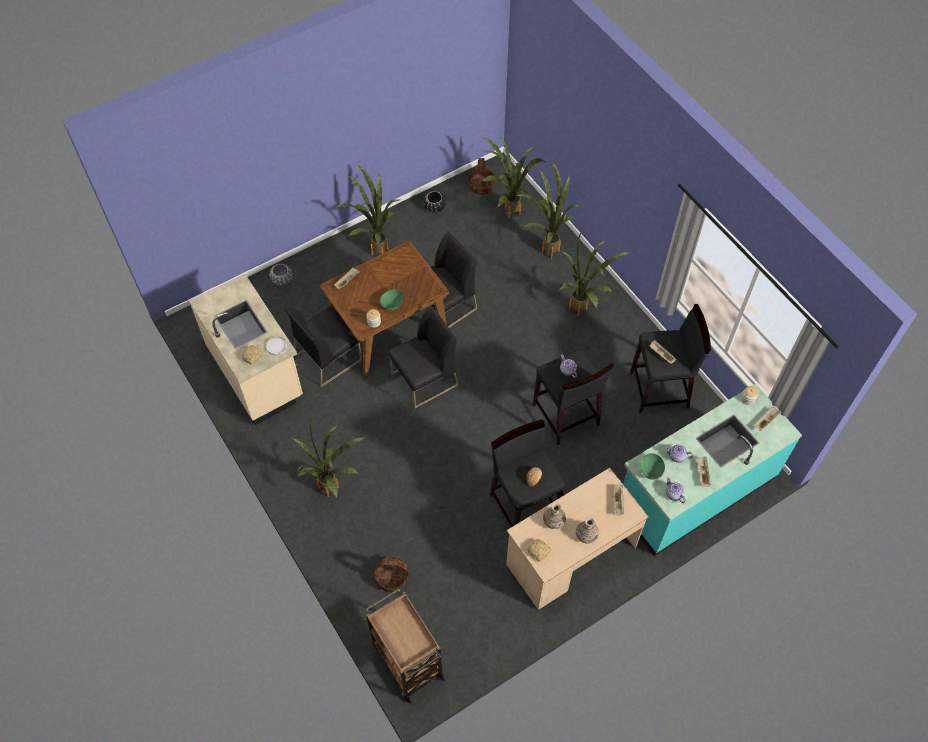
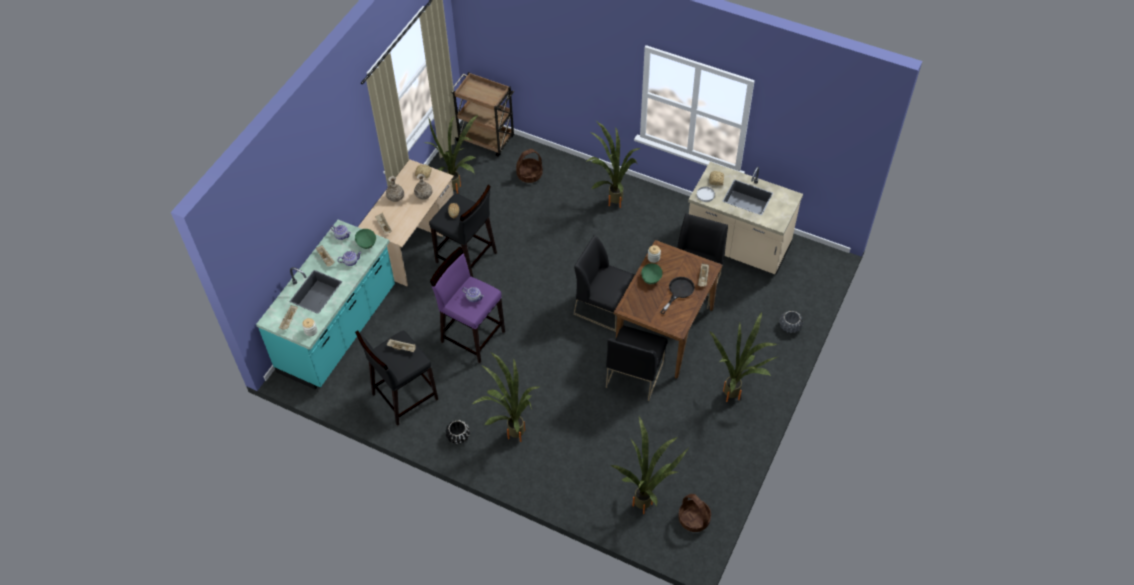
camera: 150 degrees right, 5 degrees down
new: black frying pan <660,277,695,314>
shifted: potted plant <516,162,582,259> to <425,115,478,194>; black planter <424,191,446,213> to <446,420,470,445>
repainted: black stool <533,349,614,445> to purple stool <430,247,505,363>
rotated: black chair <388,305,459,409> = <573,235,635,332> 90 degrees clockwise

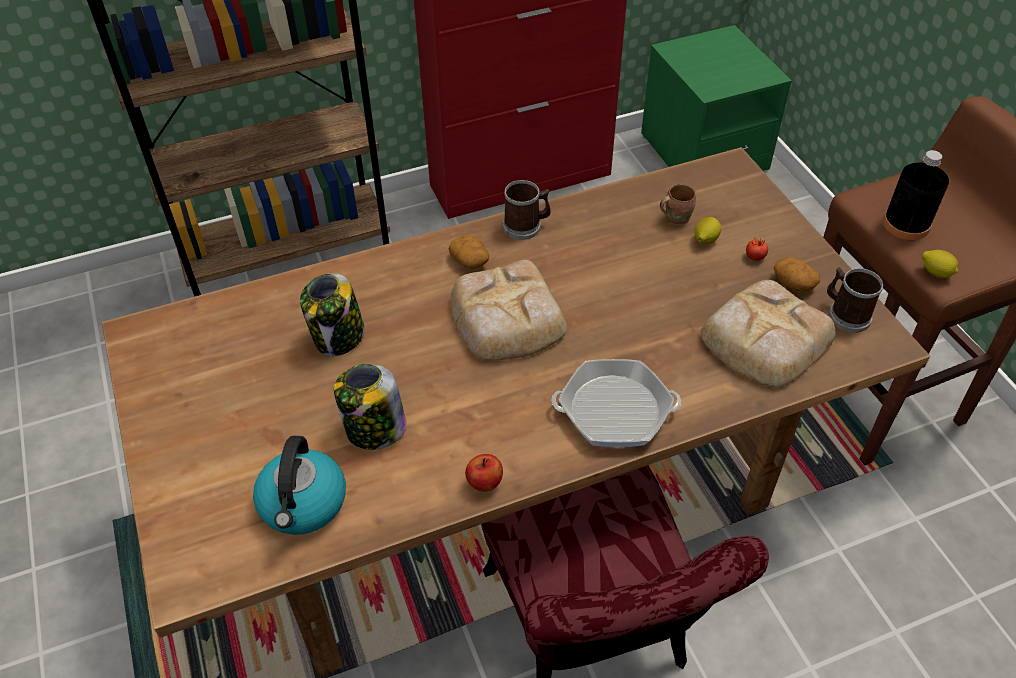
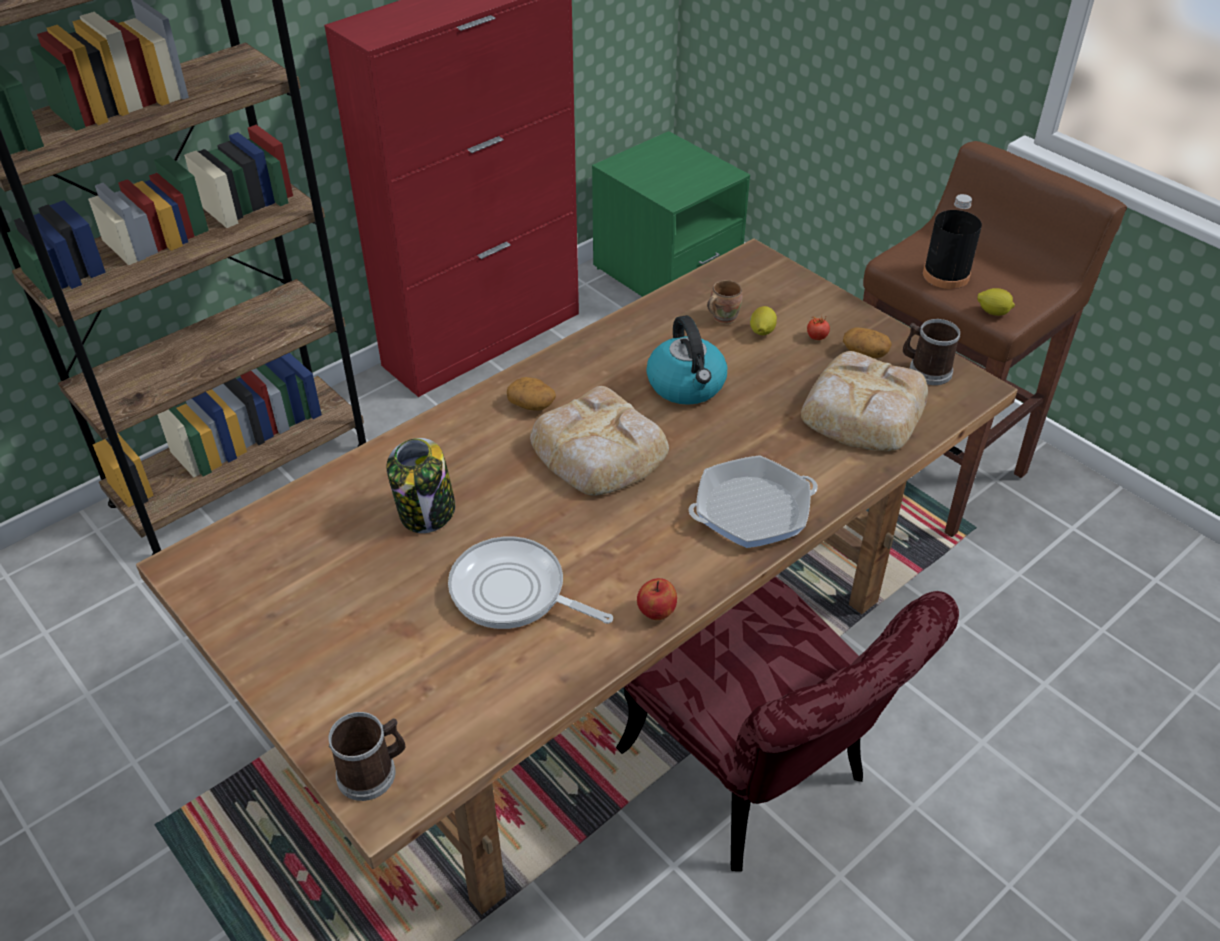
camera: 20 degrees left, 5 degrees down
shifted: mug <503,180,551,240> to <329,712,406,801>; kettle <253,436,346,535> to <646,315,727,405>
swapped: jar <334,364,406,450> to frying pan <448,537,613,629>

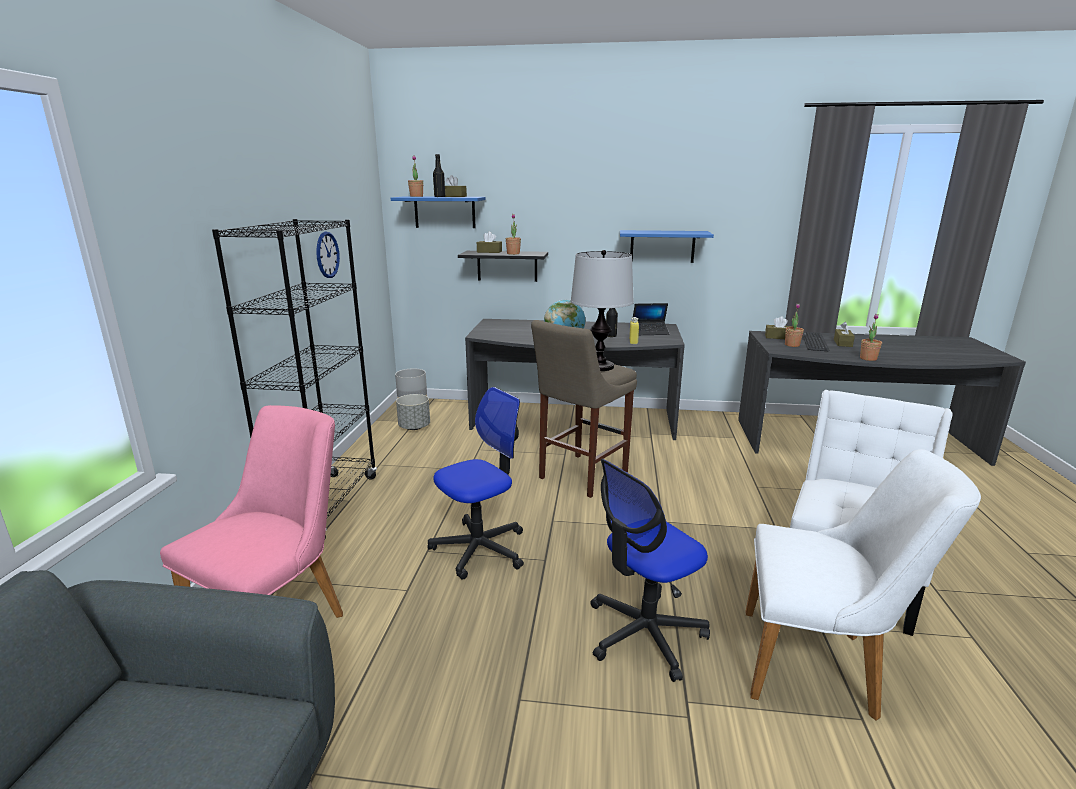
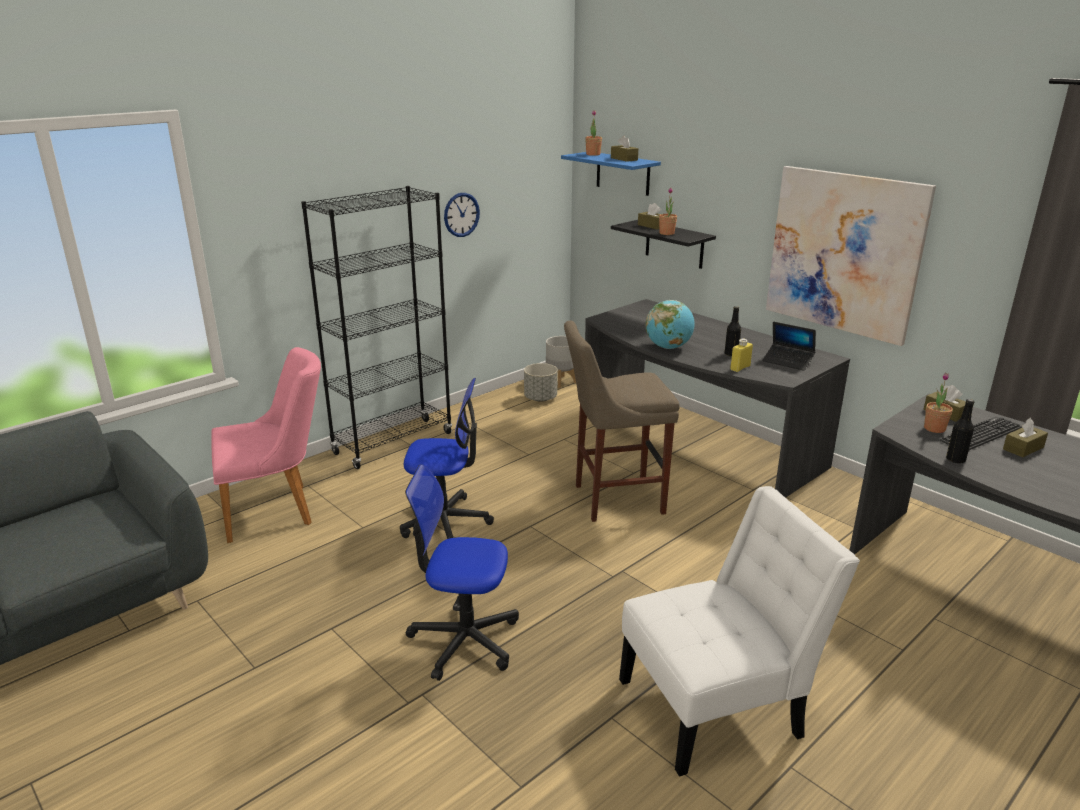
camera: 40 degrees right, 5 degrees up
gone: table lamp <571,250,634,371>; potted plant <860,314,882,361>; white chair <746,449,981,720>
shifted: black bottle <433,154,445,197> to <946,399,974,463>
swapped: blue shelf <620,230,714,263> to picture <766,166,936,346>

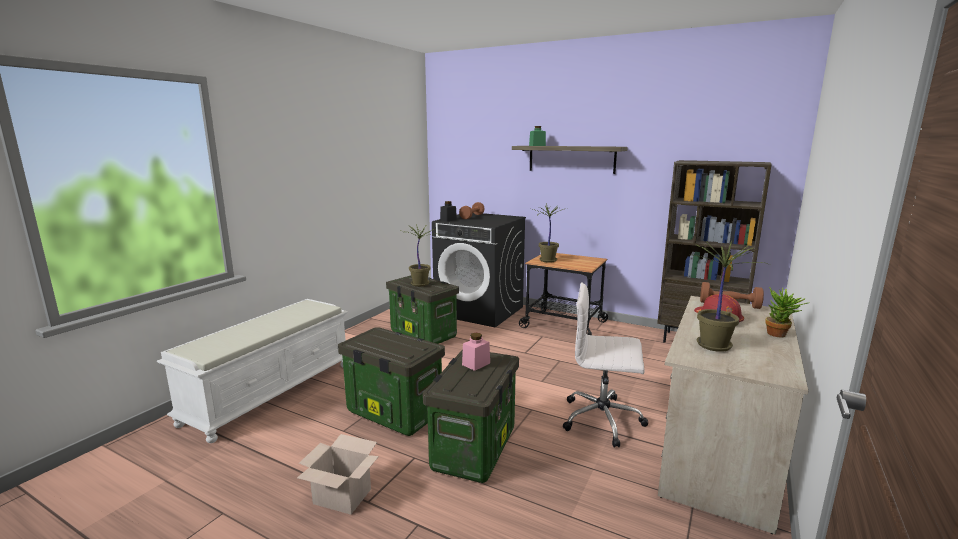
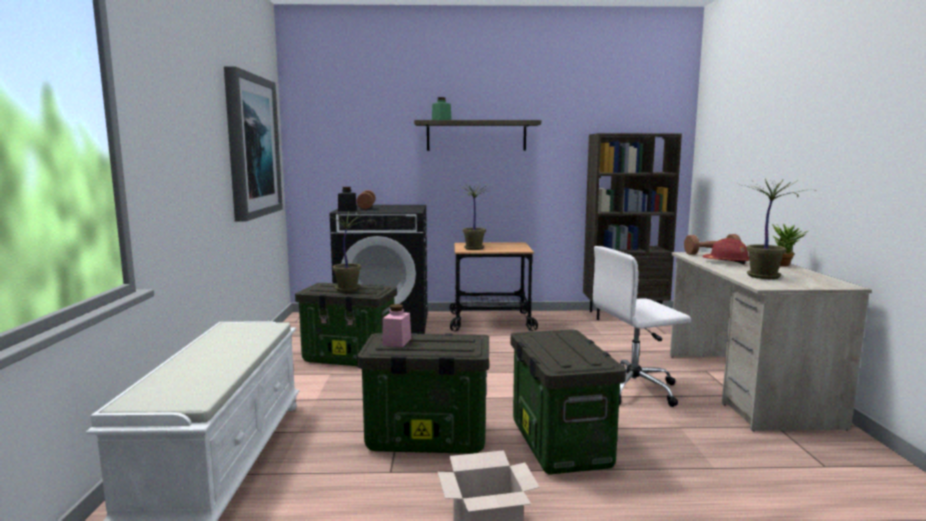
camera: 30 degrees left, 5 degrees down
new: picture <224,66,283,222>
shifted: pink jar <462,333,490,371> to <382,304,411,347>

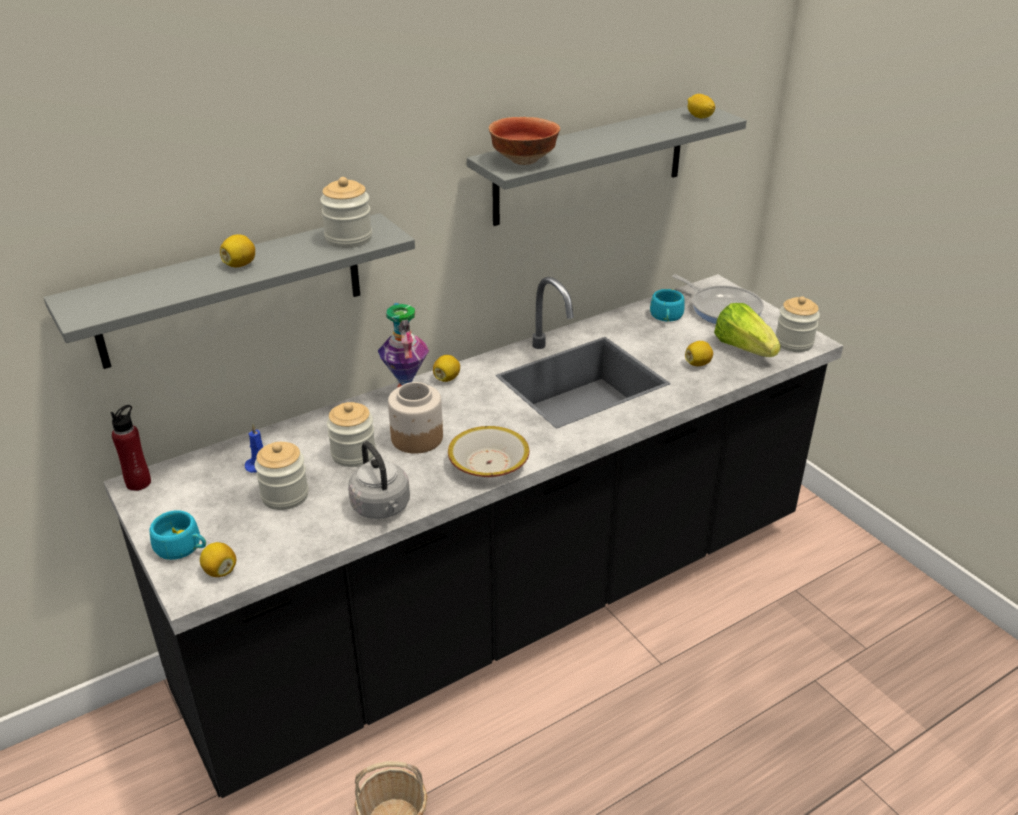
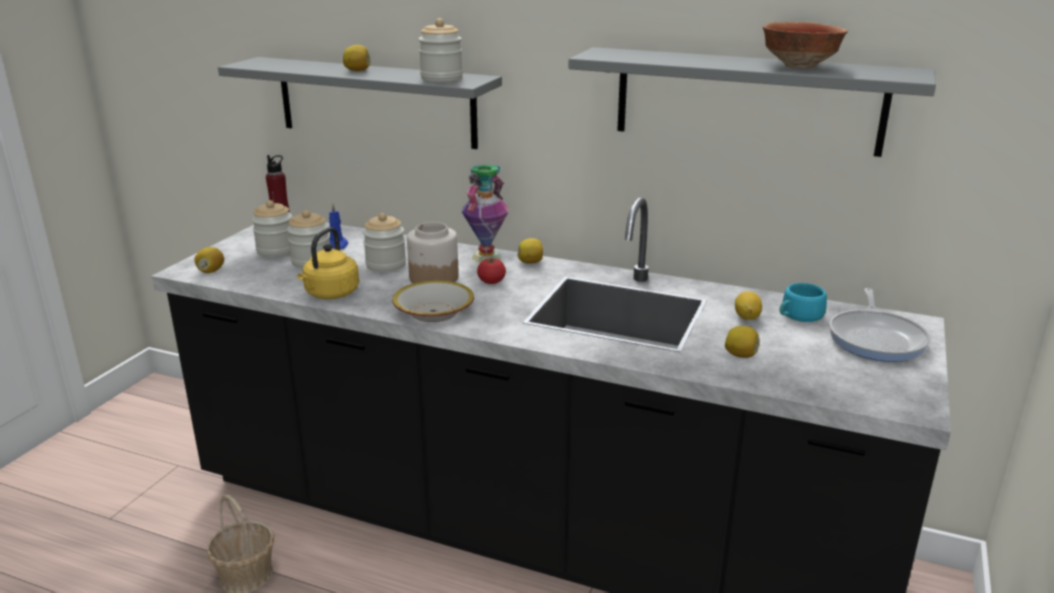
camera: 55 degrees right, 10 degrees down
gone: lettuce <714,303,781,357>; turquoise cup <149,510,206,560>
new: tomato <477,257,506,284>
shifted: lemon <688,94,715,119> to <735,291,762,320>; bowl <489,117,560,165> to <763,22,848,68>; jar <775,297,820,352> to <251,200,292,257>
repainted: grey kettle <348,441,410,519> to yellow kettle <297,227,359,299>

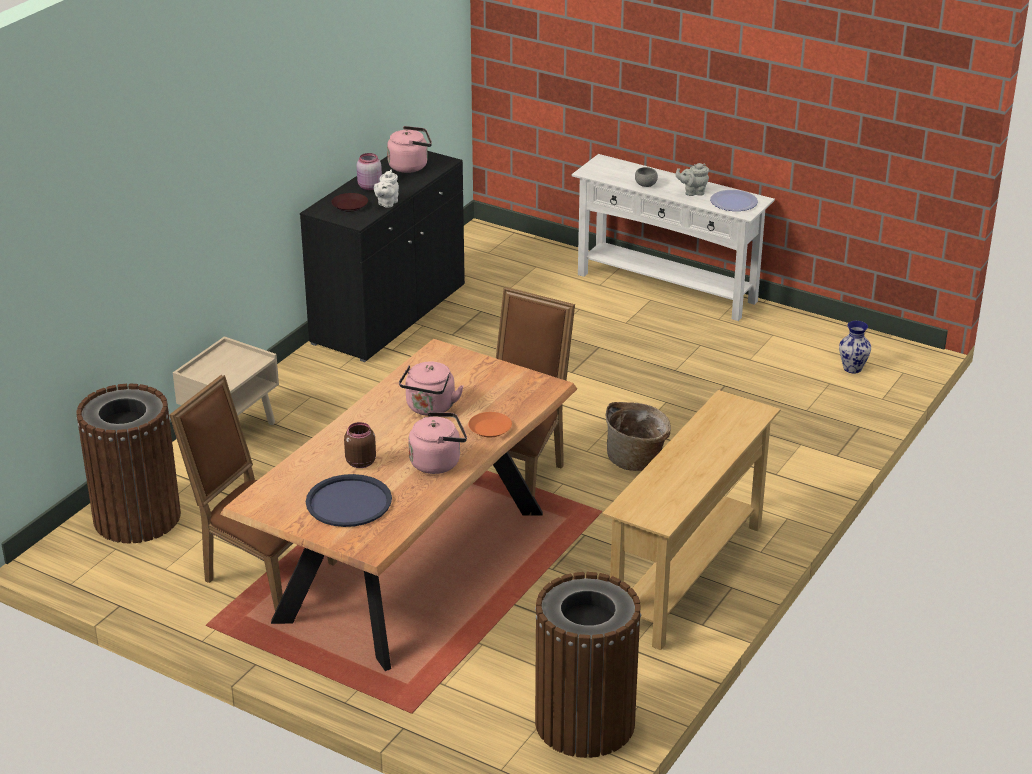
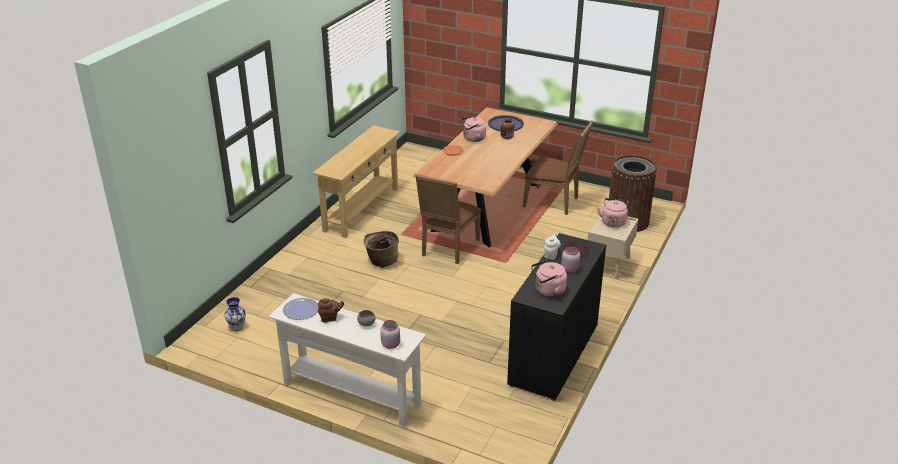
camera: 175 degrees right, 0 degrees up
gone: brown trash can <535,572,641,758>
new: pink jar <380,320,400,349>
shifted: pink kettle <399,362,463,416> to <597,198,629,228>
repainted: grey teapot <675,163,709,196> to brown teapot <318,298,344,323>

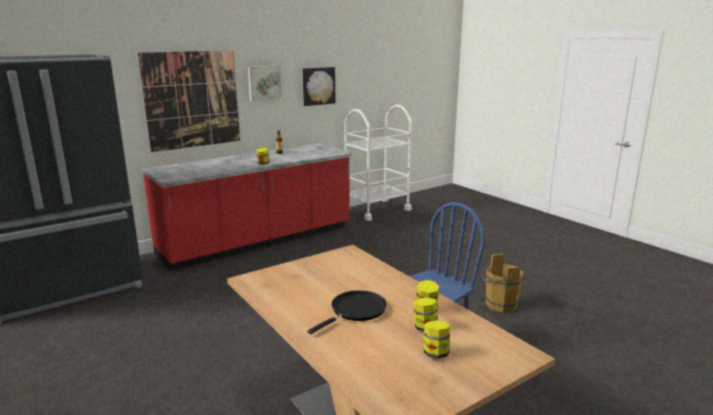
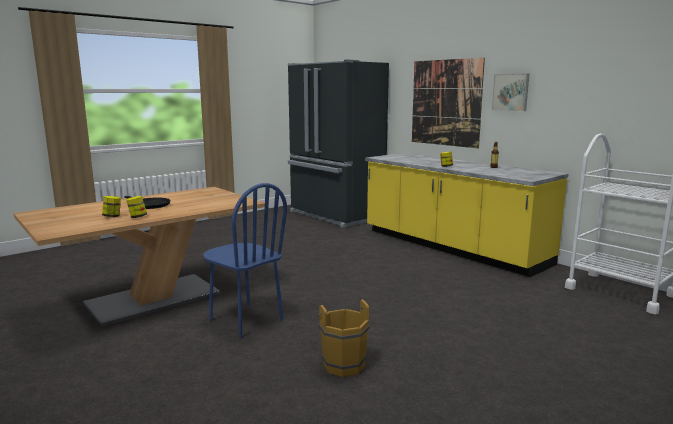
camera: 85 degrees right, 5 degrees down
gone: picture <303,67,336,106>; jar <424,320,450,358>
repainted: red counter <142,143,352,271> to yellow counter <365,153,569,277>

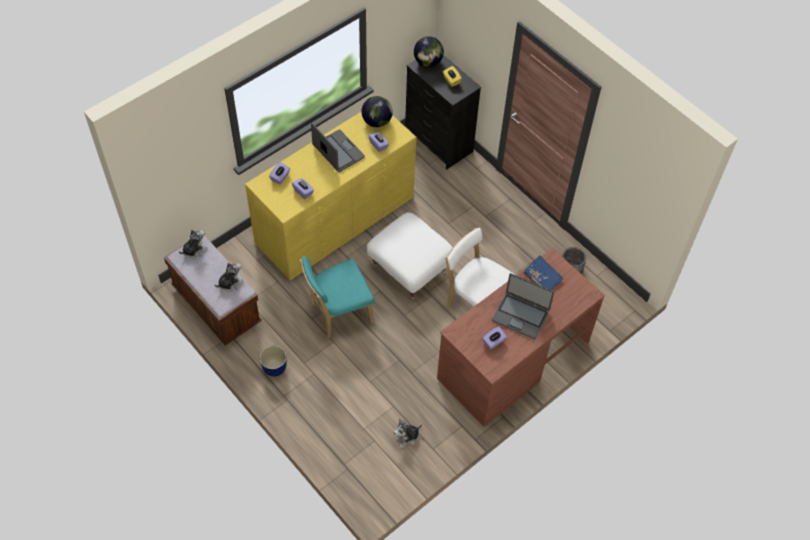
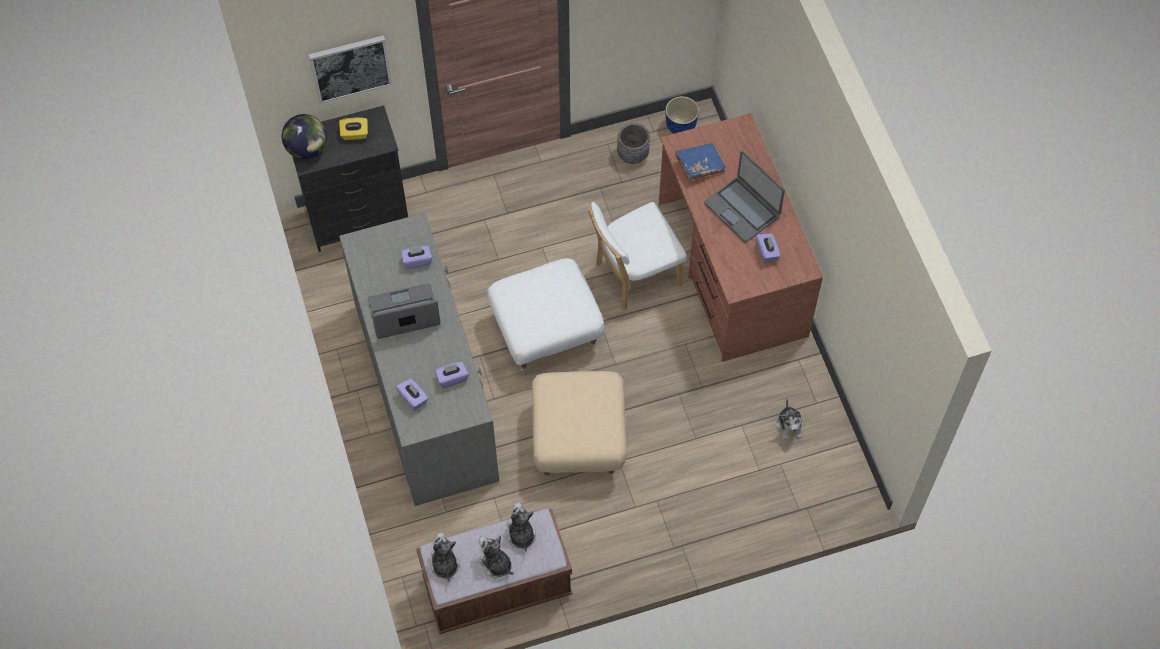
camera: 65 degrees left, 5 degrees up
gone: globe <362,96,393,127>
new: picture <309,35,392,104>; plush toy <477,535,514,578>
shifted: planter <259,345,287,376> to <665,96,699,134>
swapped: turquoise chair <300,256,374,339> to beige ottoman <532,371,627,479>
repainted: yellow dresser <245,111,416,280> to grey dresser <339,213,499,506>
rotated: laptop <492,273,554,339> = <704,151,785,243> 90 degrees clockwise

